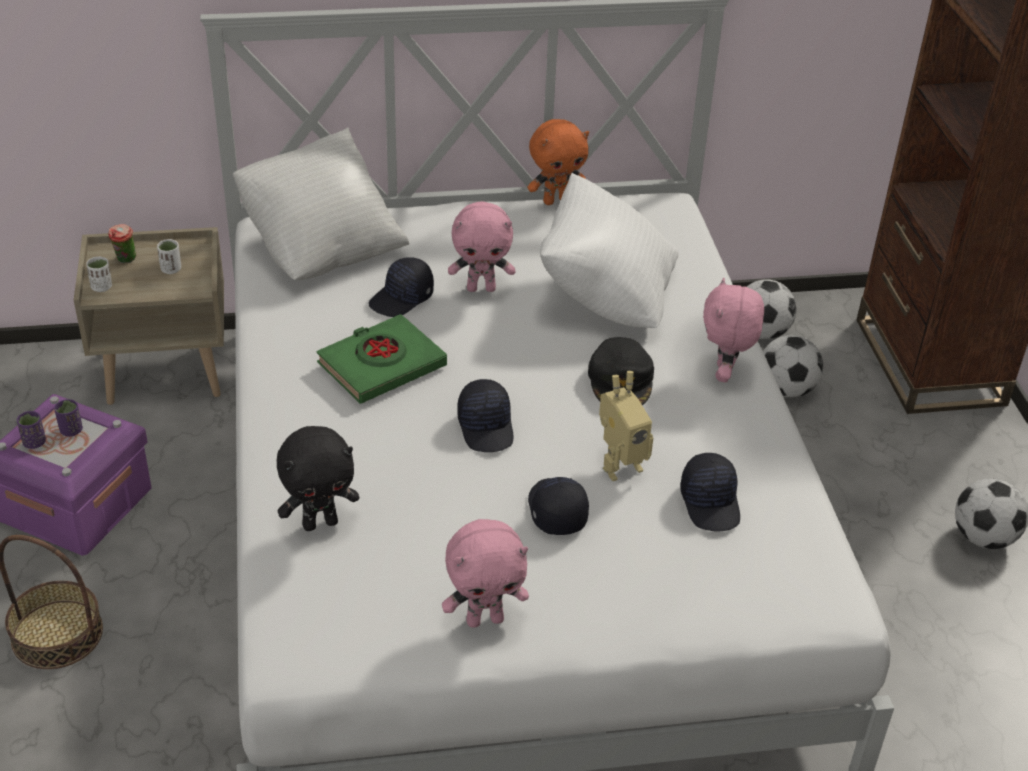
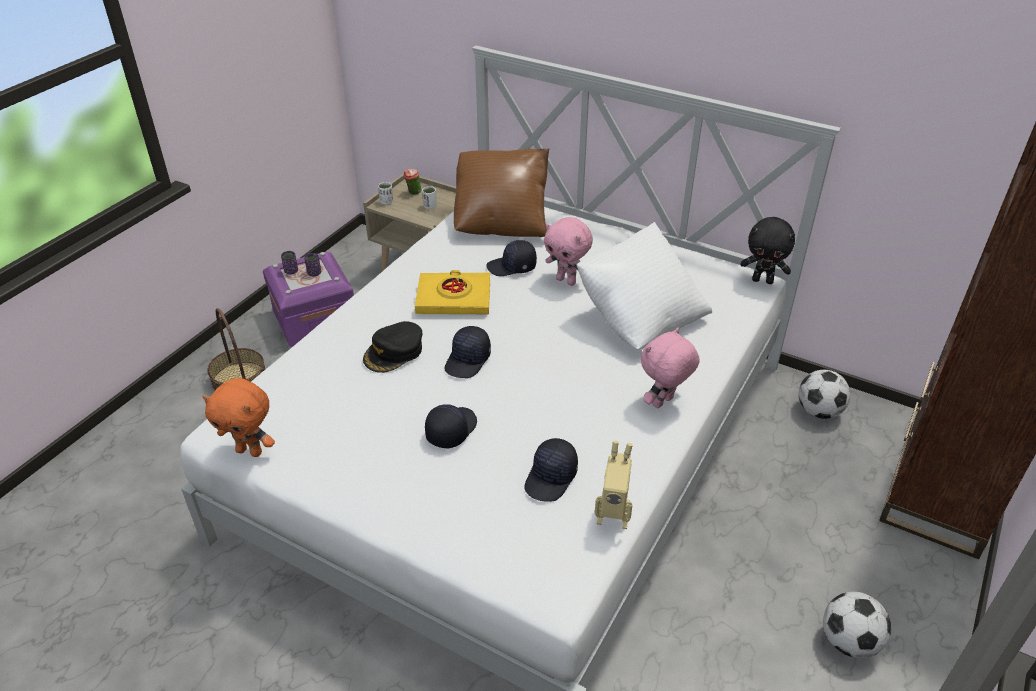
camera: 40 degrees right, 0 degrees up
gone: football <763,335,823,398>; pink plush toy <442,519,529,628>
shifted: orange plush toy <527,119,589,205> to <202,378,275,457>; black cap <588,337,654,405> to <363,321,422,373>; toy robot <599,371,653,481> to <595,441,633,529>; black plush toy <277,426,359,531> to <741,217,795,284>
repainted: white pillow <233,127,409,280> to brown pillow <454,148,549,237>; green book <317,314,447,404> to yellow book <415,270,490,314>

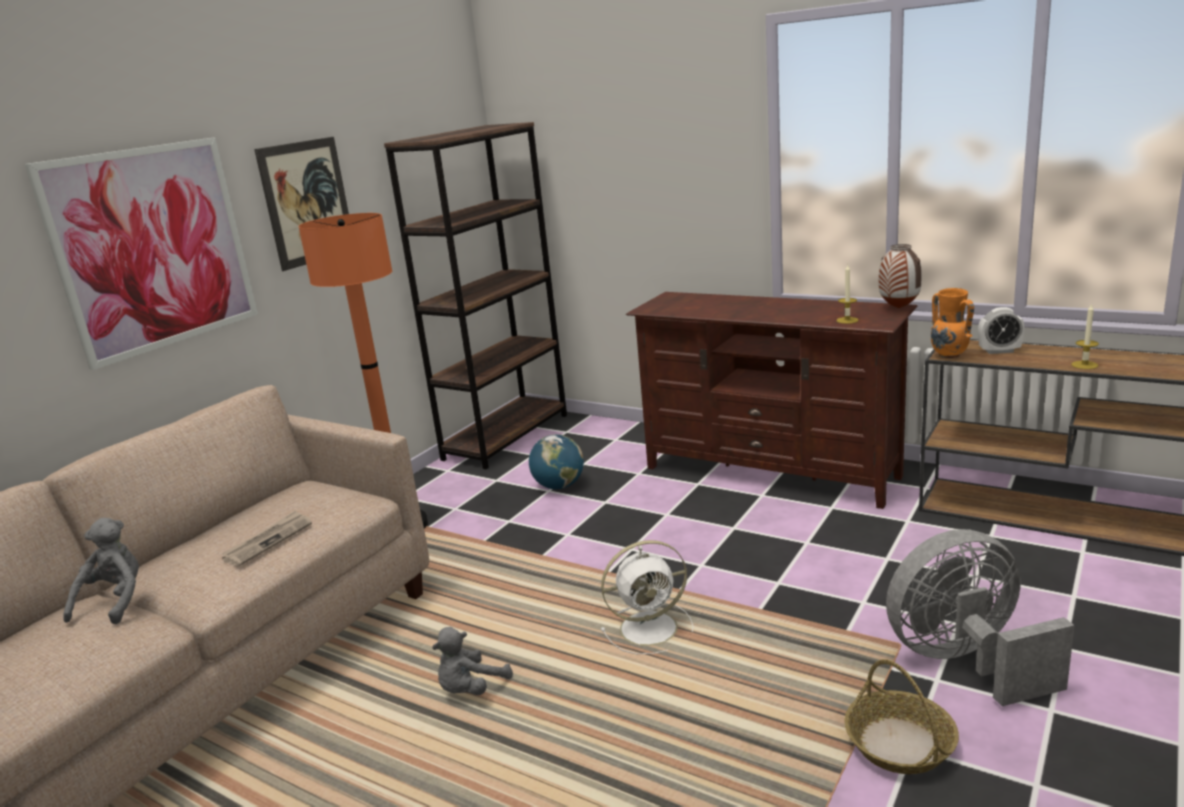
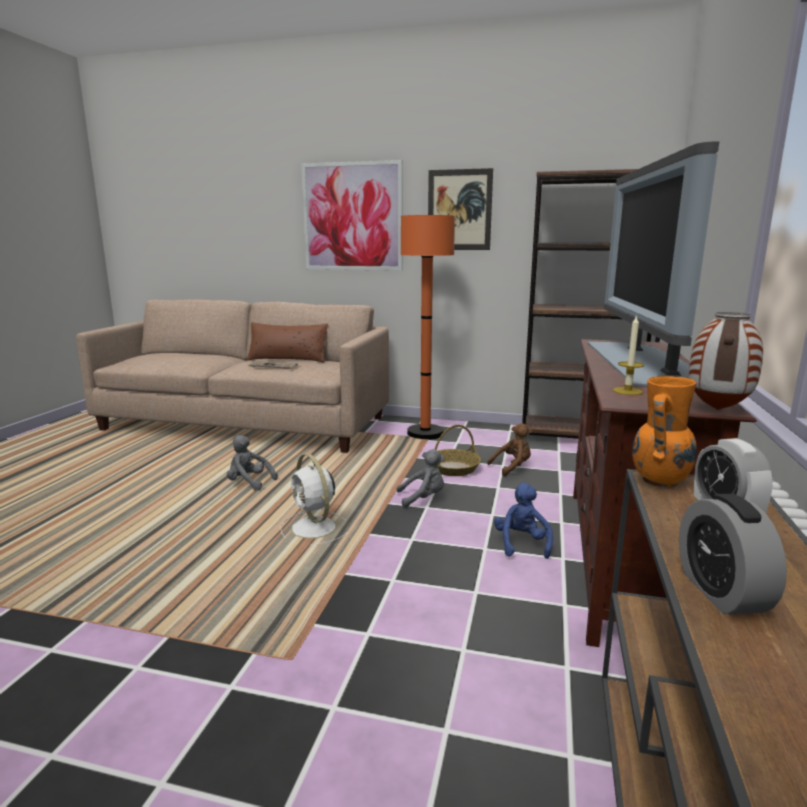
camera: 70 degrees right, 5 degrees down
gone: grey fan <886,529,1074,706>
new: television <588,141,719,387>; brown pillow <247,322,328,363>; blue plush toy <494,483,553,559>
shifted: grey plush toy <63,518,139,624> to <397,449,445,508>; basket <844,659,959,774> to <435,425,481,476>
swapped: candle <1072,303,1099,369> to alarm clock <679,494,787,614>; globe <529,434,584,489> to brown plush toy <487,423,532,476>

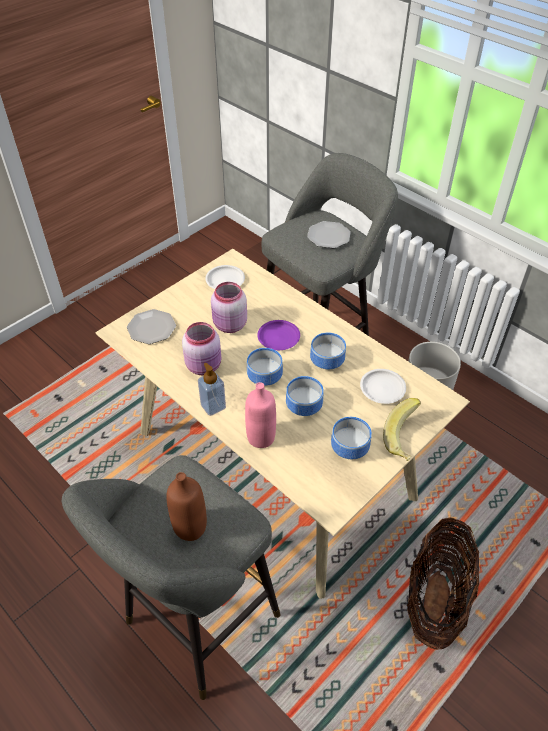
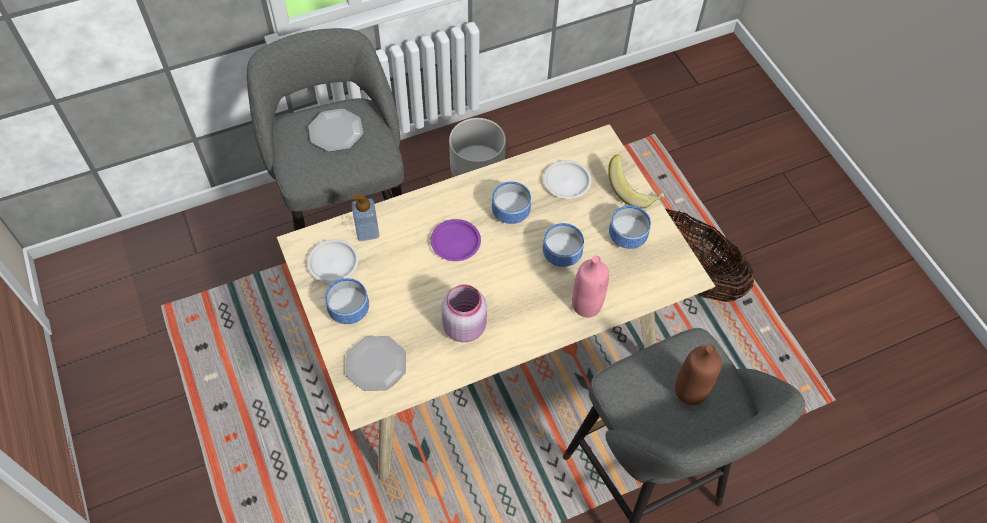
camera: 70 degrees left, 10 degrees up
gone: pink jar <211,282,247,333>
shifted: bowl <247,348,283,386> to <325,278,369,324>; soap dispenser <198,363,226,416> to <351,193,379,241>

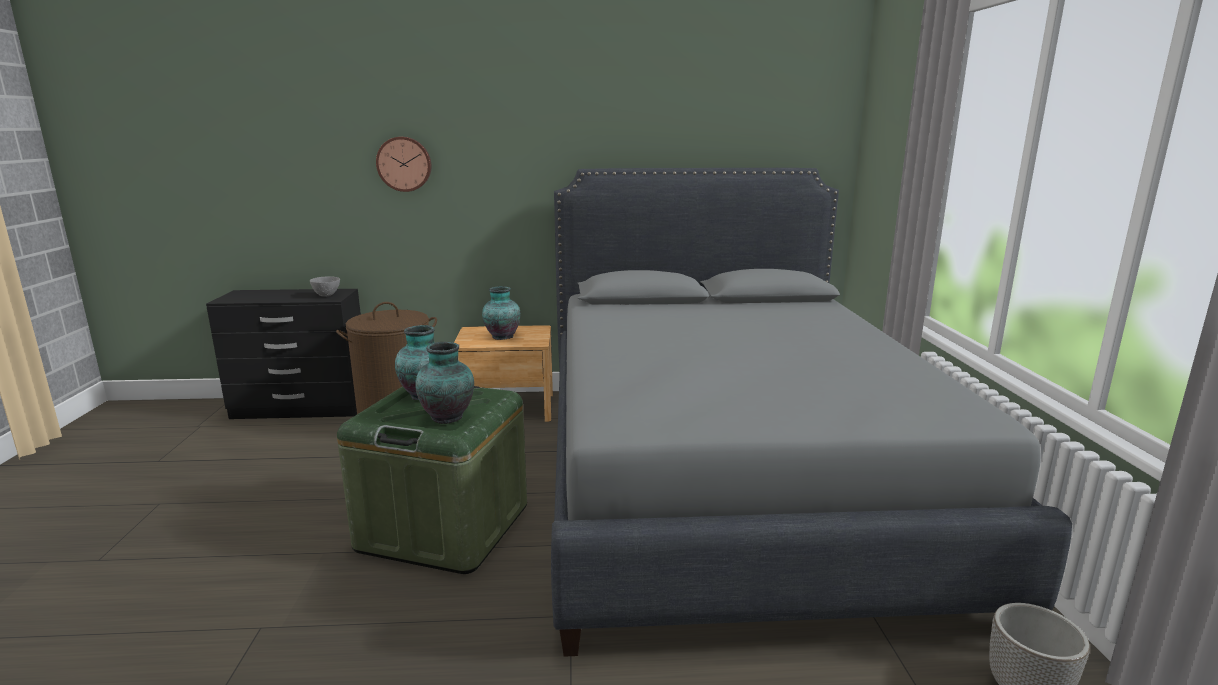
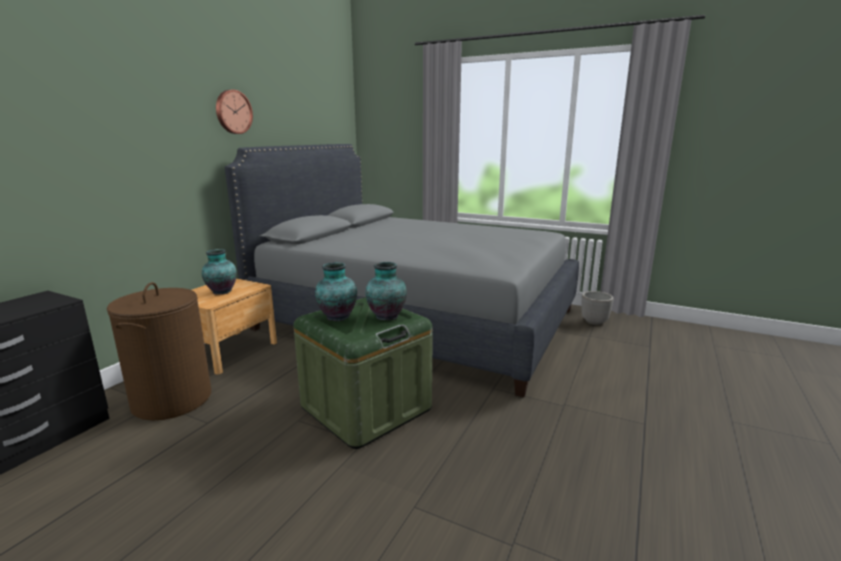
camera: 60 degrees left, 0 degrees up
gone: grey bowl <310,276,340,297>
shifted: wall clock <376,137,432,192> to <216,90,253,134>

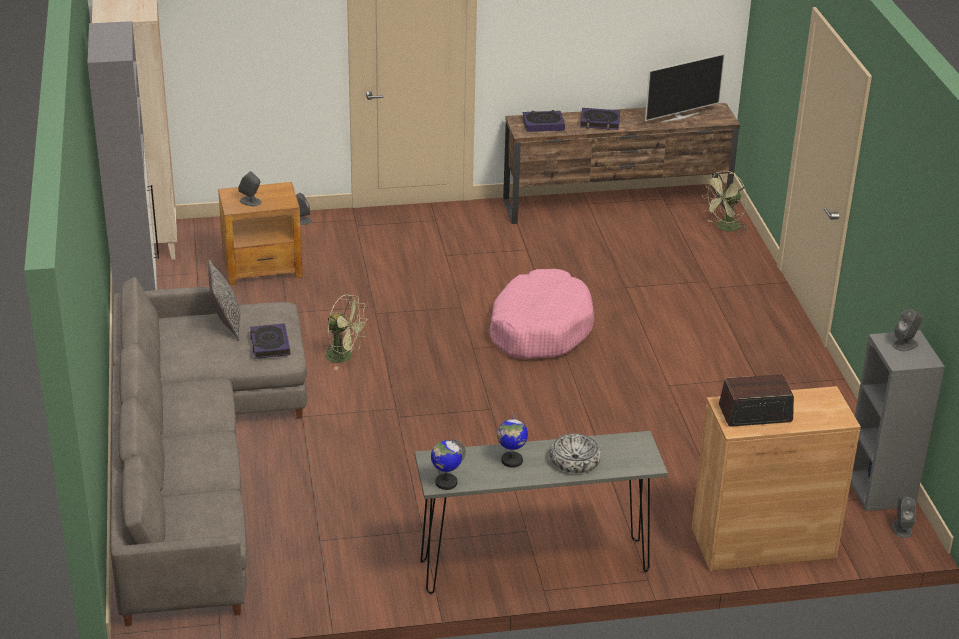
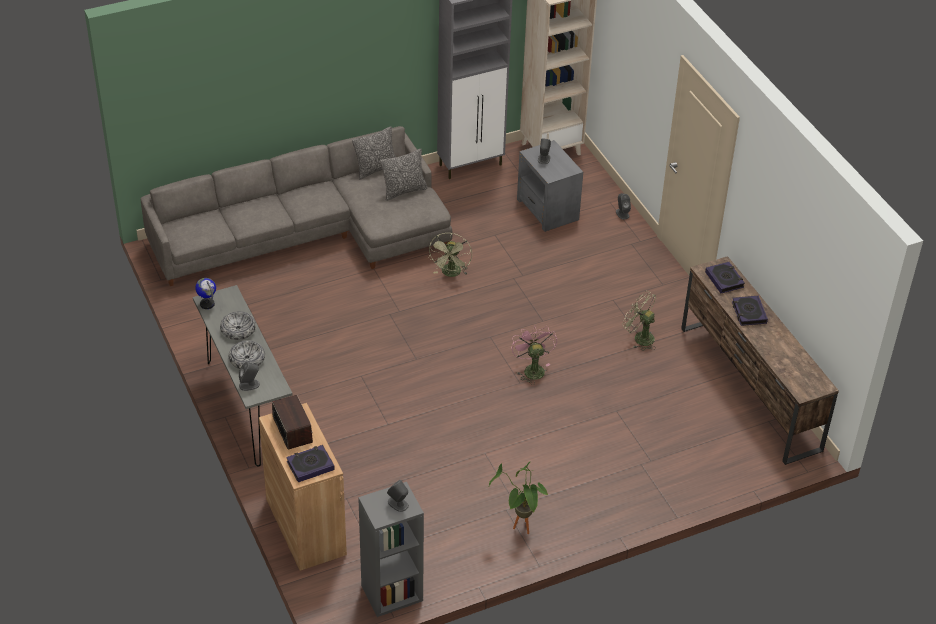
camera: 75 degrees right, 10 degrees up
gone: television <645,54,725,122>
new: pillow <352,126,396,179>; potted plant <489,461,549,534>
shifted: green fan <702,171,747,235> to <622,291,656,351>; book <250,323,290,359> to <286,445,335,483>; grey speaker <892,496,916,538> to <239,362,260,391>
swapped: pink dog bed <490,269,594,359> to pink fan <511,325,557,385>; globe <497,414,528,468> to bowl <220,311,256,340>
repainted: brown side table <218,182,303,285> to grey side table <517,140,583,232>

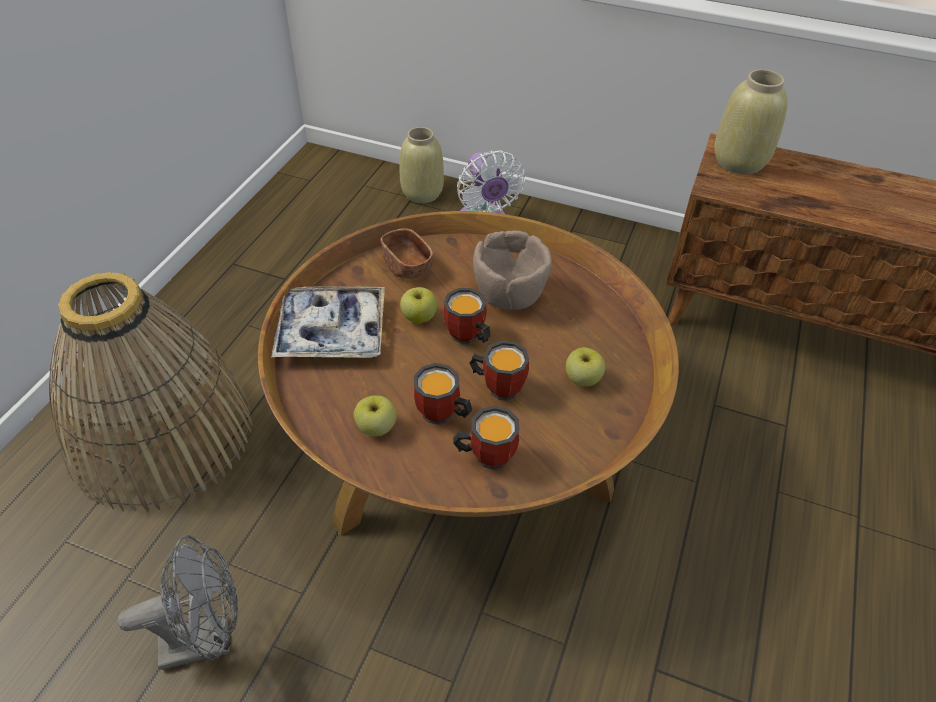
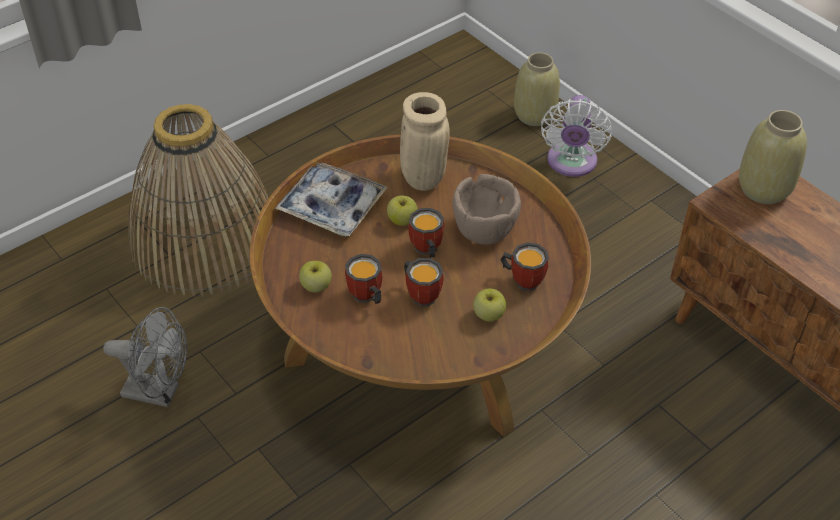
camera: 30 degrees right, 0 degrees up
shifted: mug <453,406,519,470> to <500,242,549,291>
swapped: brown bowl <380,228,433,279> to beige vase <400,92,450,191>

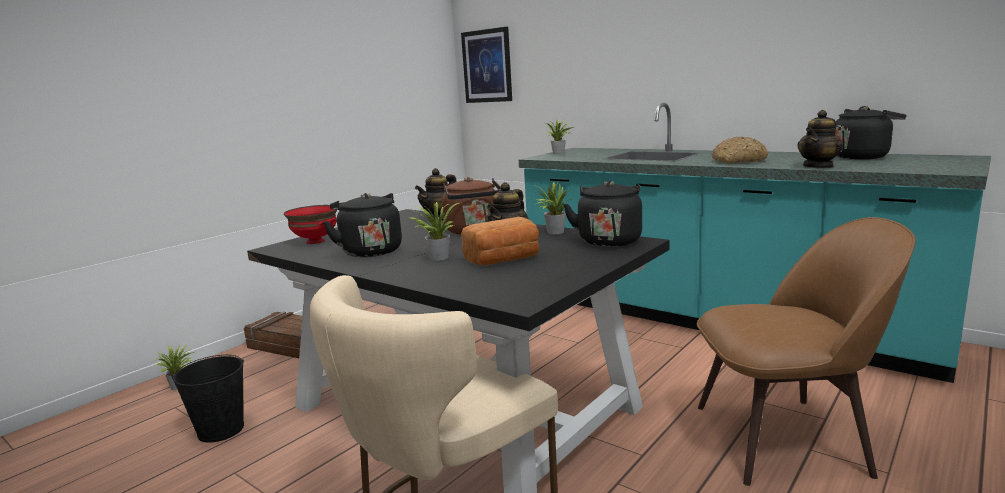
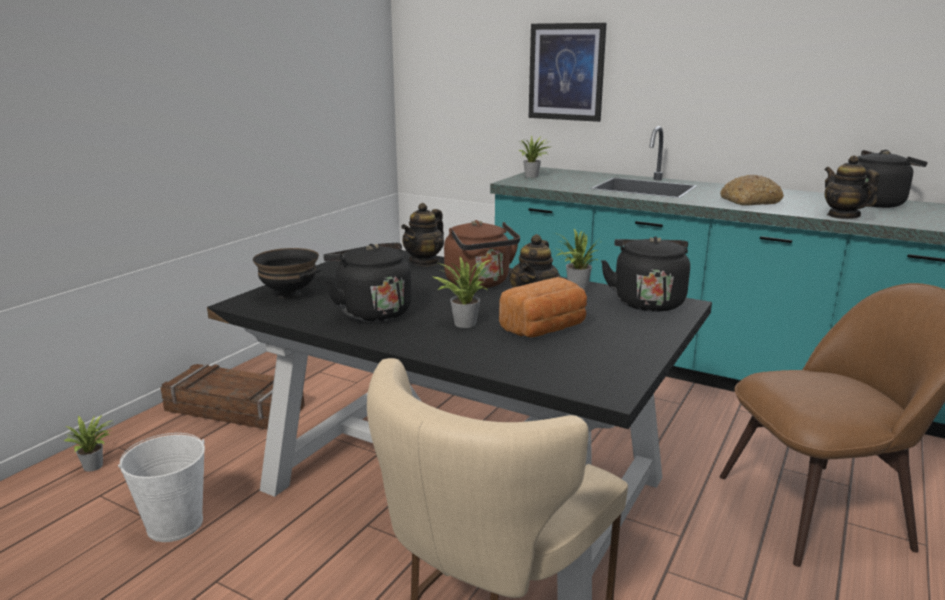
camera: 10 degrees left, 5 degrees up
shifted: picture <461,27,512,103> to <529,23,607,122>
repainted: red bowl <284,205,338,244> to black bowl <253,248,321,298>; black bucket <171,355,244,443> to white bucket <118,433,205,542>
rotated: teapot <797,110,843,169> = <825,156,879,219> 120 degrees clockwise

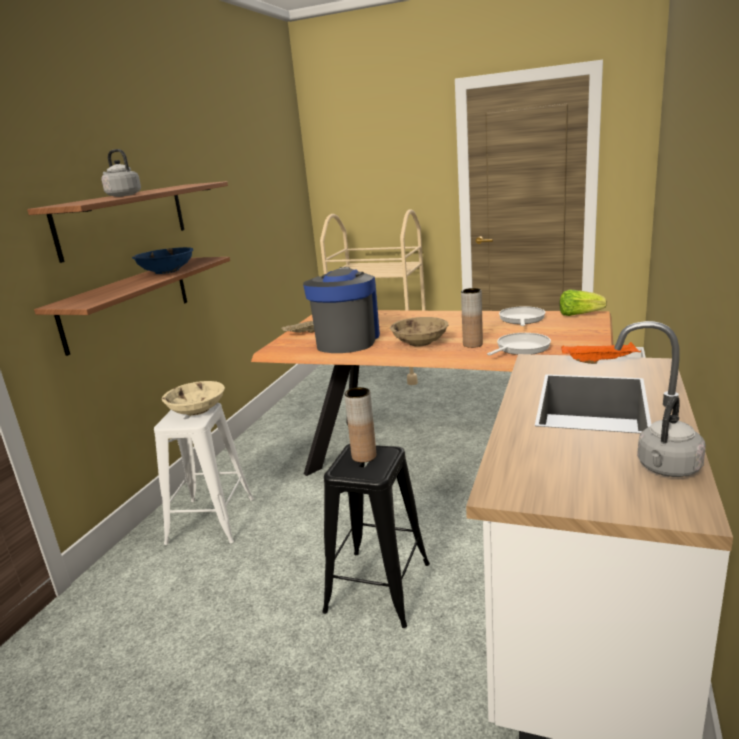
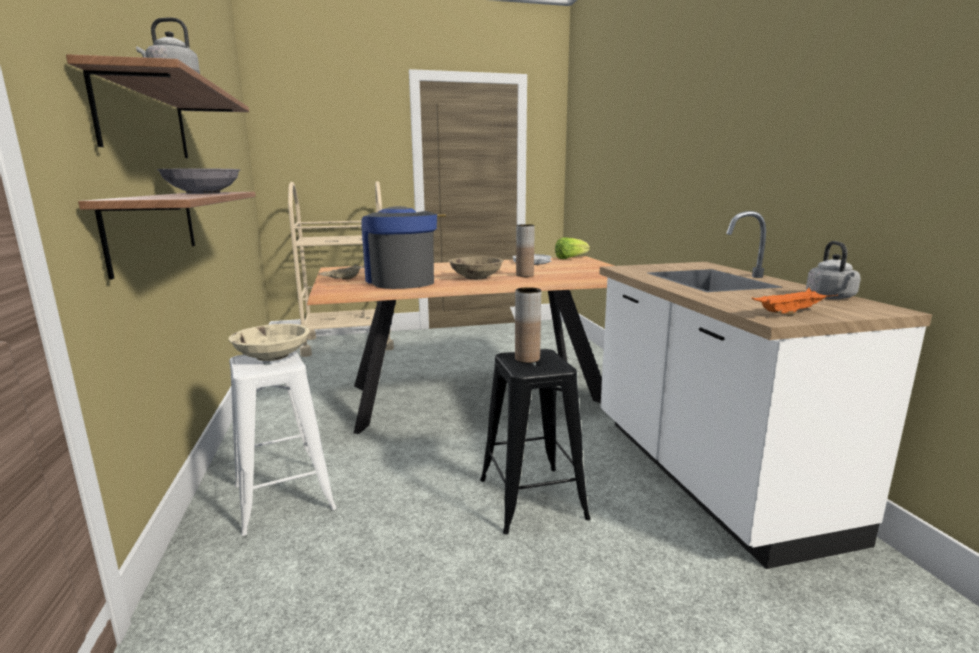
camera: 35 degrees left, 5 degrees down
gone: frying pan <487,333,551,355>
shifted: orange tray <561,342,641,364> to <752,288,838,315>
repainted: blue bowl <132,247,193,274> to grey bowl <157,168,240,194>

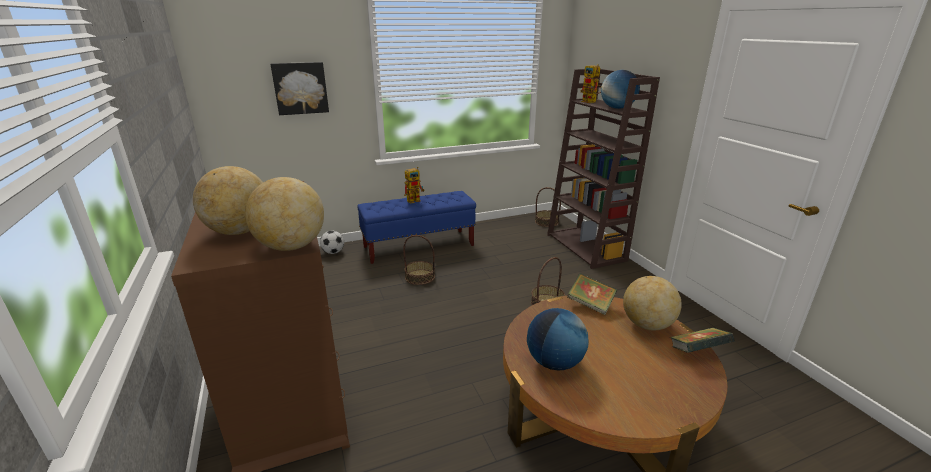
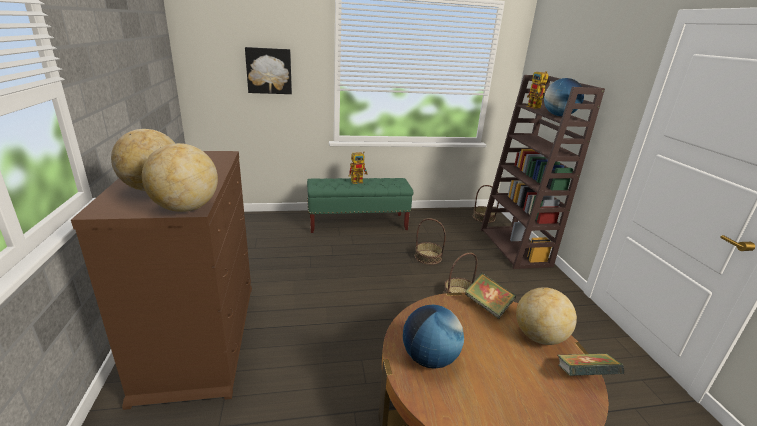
camera: 10 degrees right, 0 degrees up
gone: football <320,231,344,254>
shifted: basket <403,235,435,285> to <415,218,446,265>
repainted: blue bench <357,191,476,264> to green bench <307,178,413,233>

